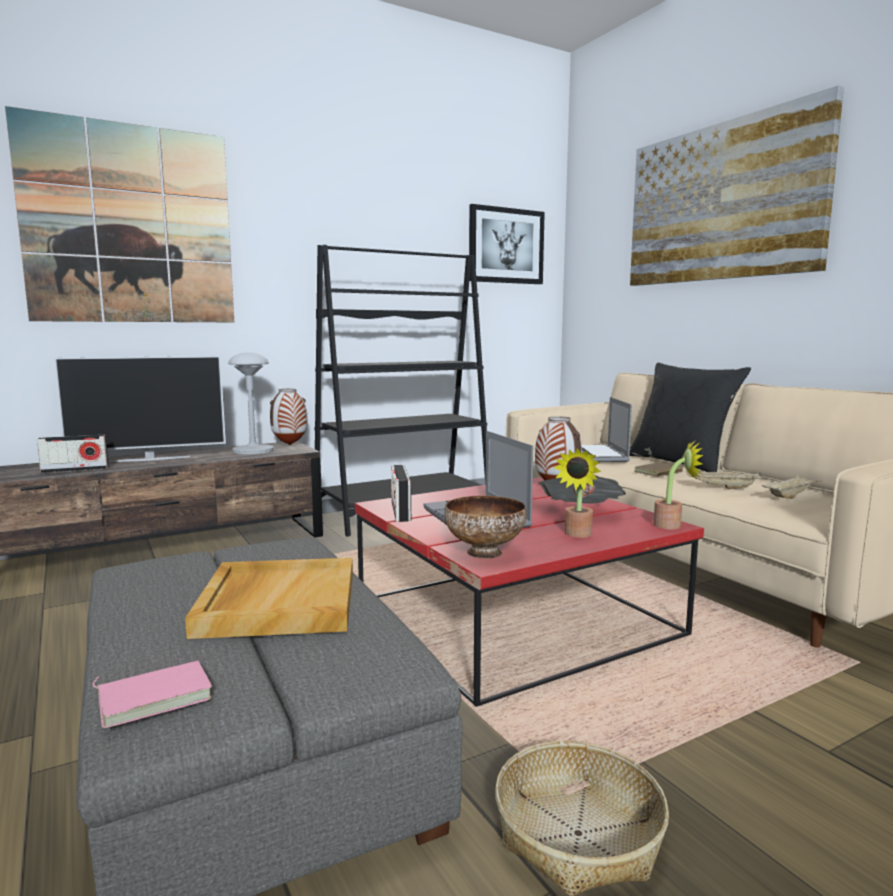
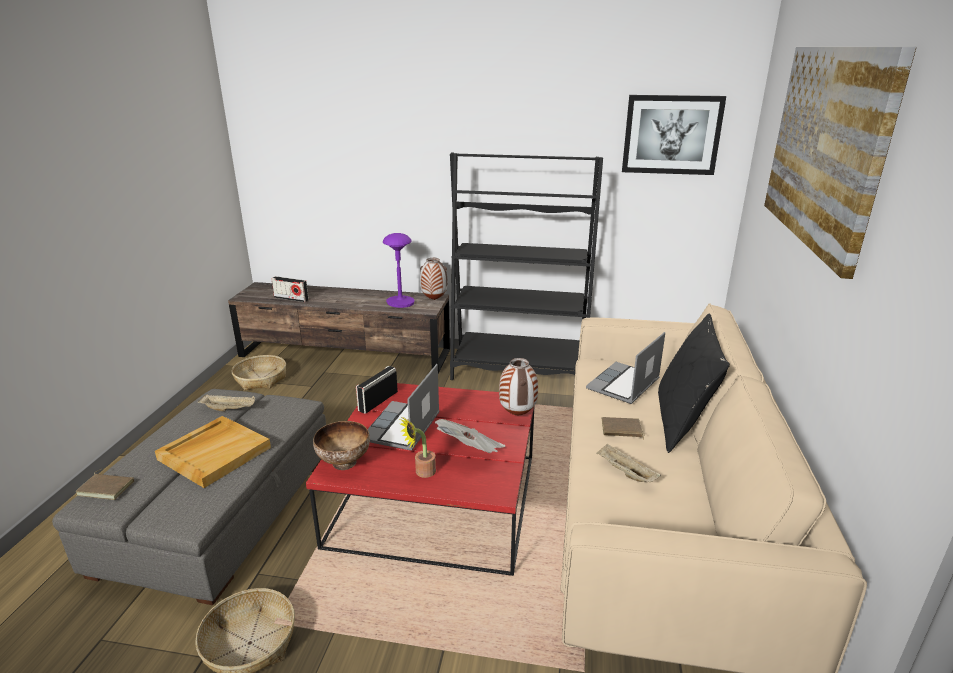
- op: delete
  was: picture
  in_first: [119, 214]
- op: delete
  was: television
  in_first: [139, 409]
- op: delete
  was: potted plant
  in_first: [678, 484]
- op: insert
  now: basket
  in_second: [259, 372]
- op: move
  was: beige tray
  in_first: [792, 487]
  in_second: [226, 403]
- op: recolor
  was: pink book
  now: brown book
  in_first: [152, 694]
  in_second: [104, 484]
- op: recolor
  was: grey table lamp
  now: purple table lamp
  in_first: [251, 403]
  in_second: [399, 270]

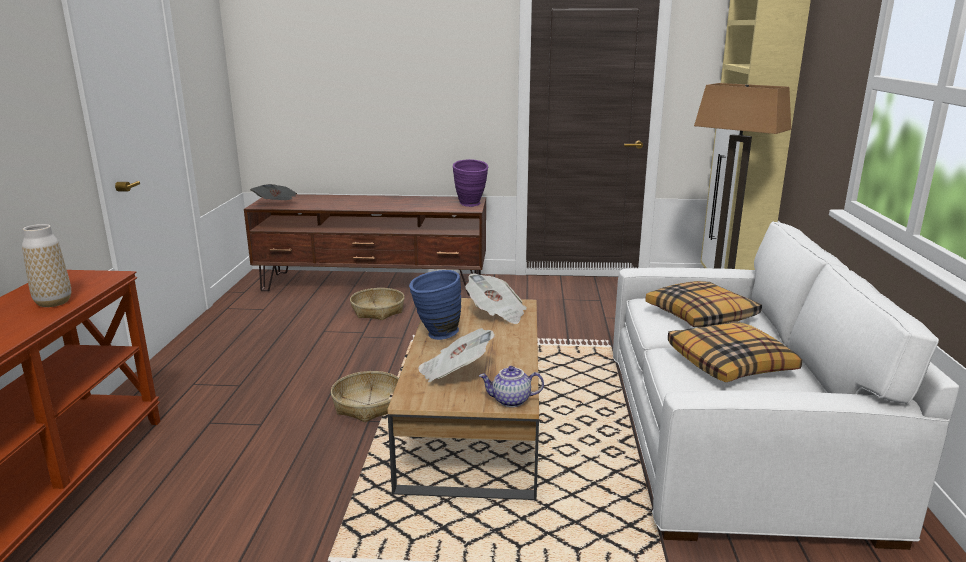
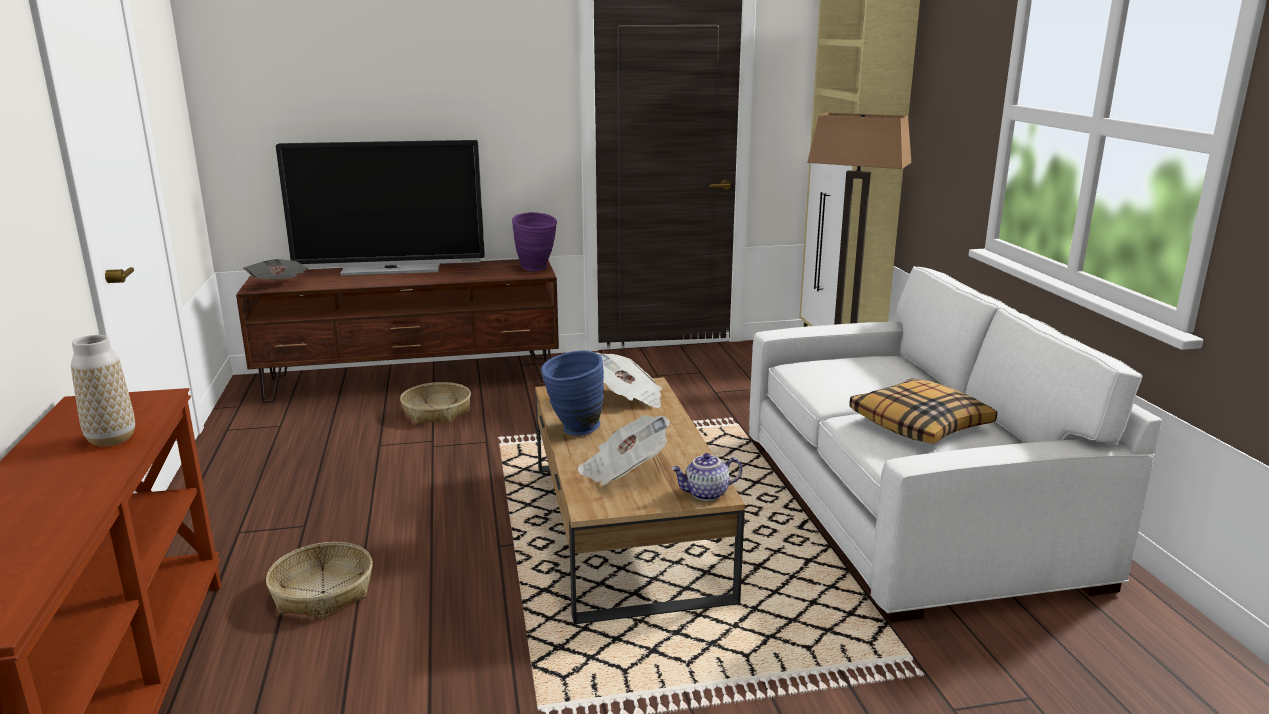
- op: delete
  was: pillow
  in_first: [704, 304]
- op: insert
  now: television
  in_second: [380, 208]
- op: move
  was: basket
  in_first: [365, 396]
  in_second: [319, 580]

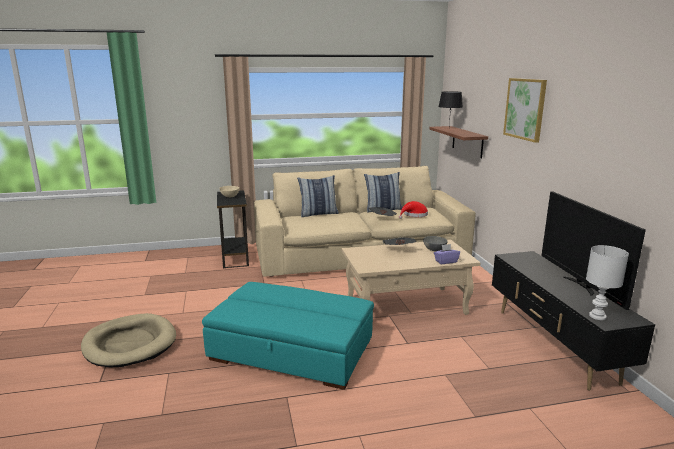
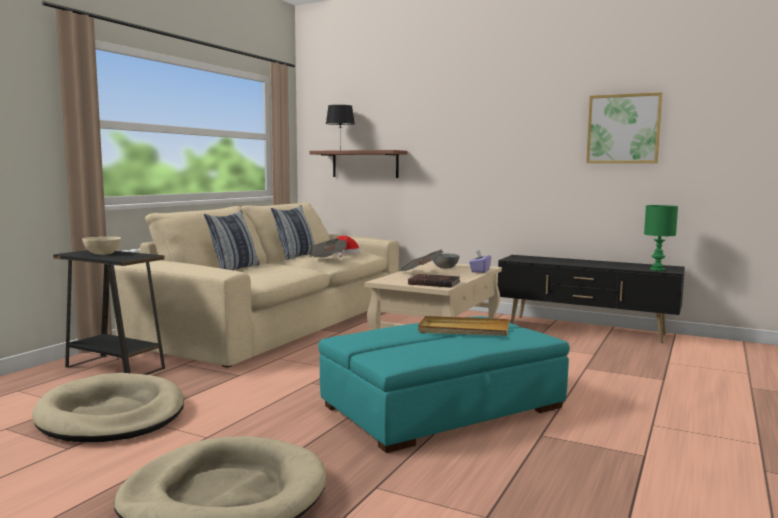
- op: delete
  was: television
  in_first: [593, 250]
- op: insert
  now: beige dog bed
  in_second: [108, 407]
- op: insert
  now: brown book
  in_second: [434, 281]
- op: insert
  now: beige tray
  in_second: [463, 326]
- op: move
  was: picture
  in_first: [525, 110]
  in_second: [624, 127]
- op: recolor
  was: white table lamp
  now: green table lamp
  in_first: [607, 282]
  in_second: [661, 238]

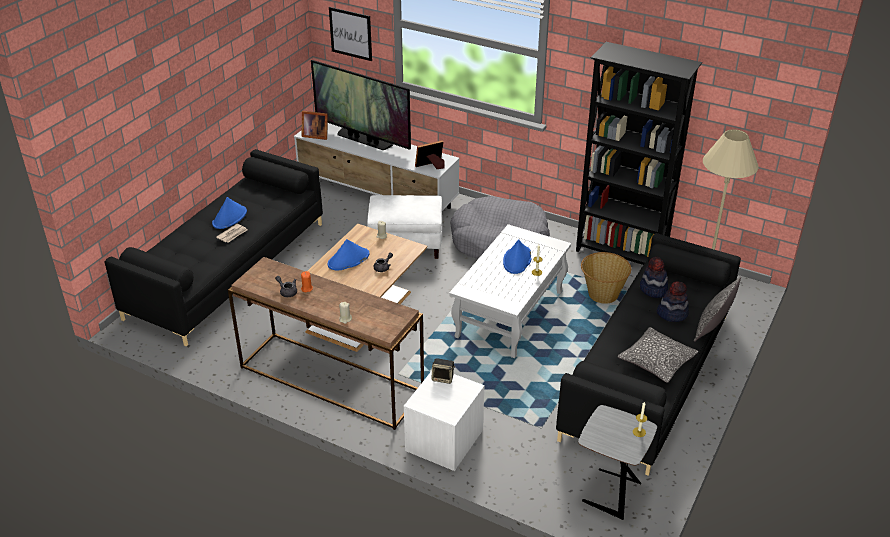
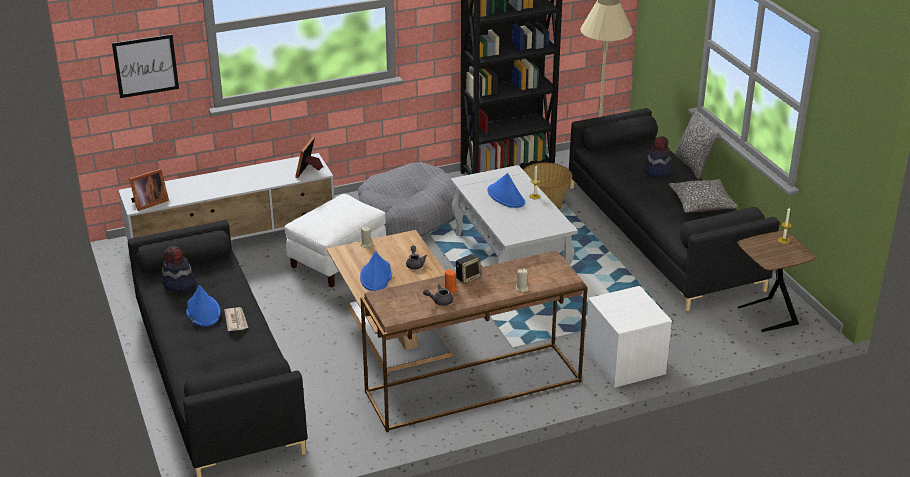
- op: delete
  was: television
  in_first: [361, 105]
- op: move
  was: speaker
  in_first: [443, 371]
  in_second: [468, 269]
- op: move
  was: hat
  in_first: [654, 277]
  in_second: [178, 268]
- op: recolor
  was: grey side table
  now: brown side table
  in_first: [617, 462]
  in_second: [776, 281]

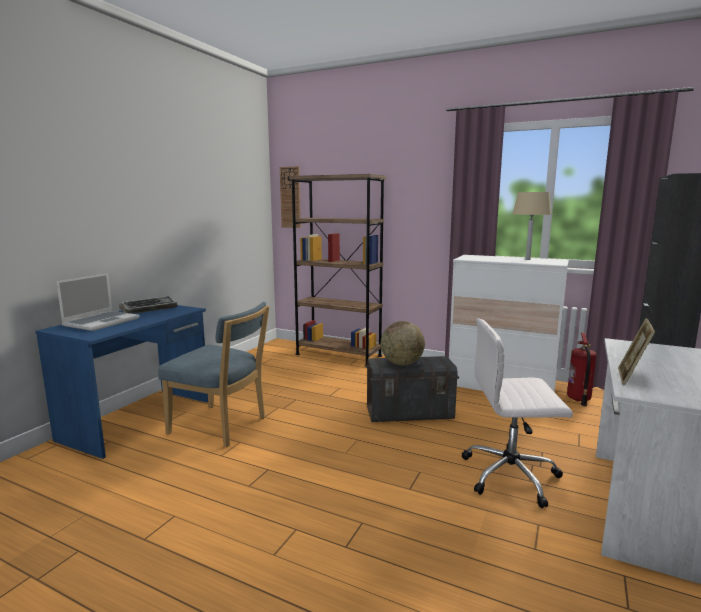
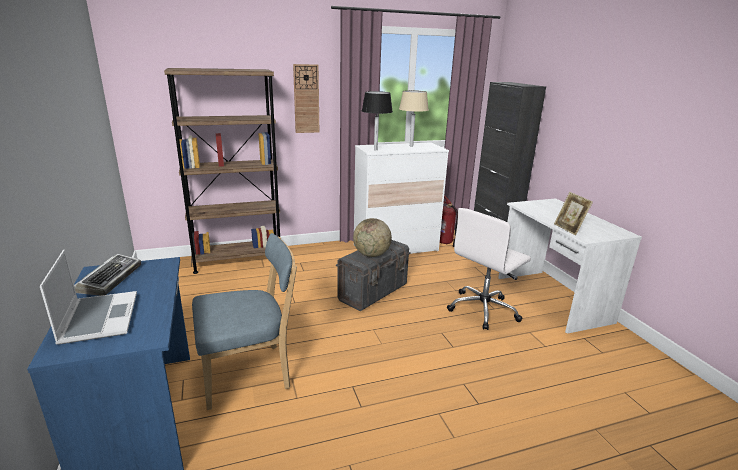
- op: insert
  now: black table lamp
  in_second: [377, 120]
- op: move
  was: wall clock
  in_first: [290, 197]
  in_second: [306, 98]

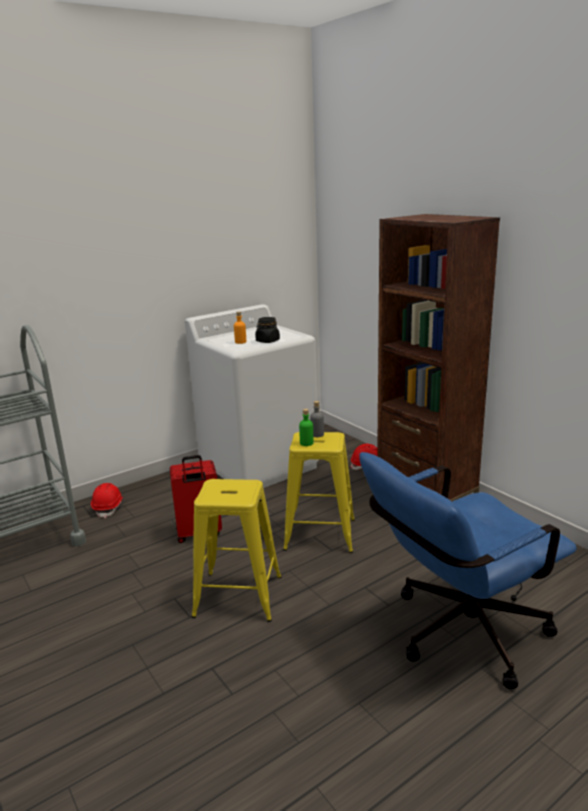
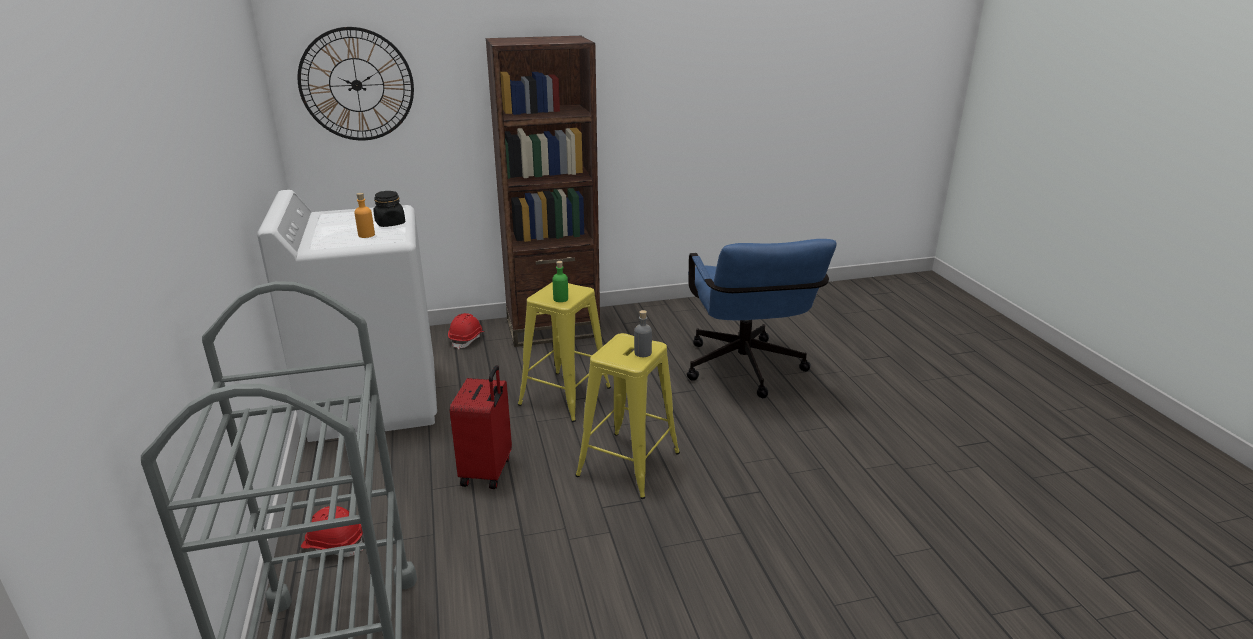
- op: insert
  now: wall clock
  in_second: [355, 83]
- op: move
  was: grey bottle
  in_first: [317, 419]
  in_second: [643, 333]

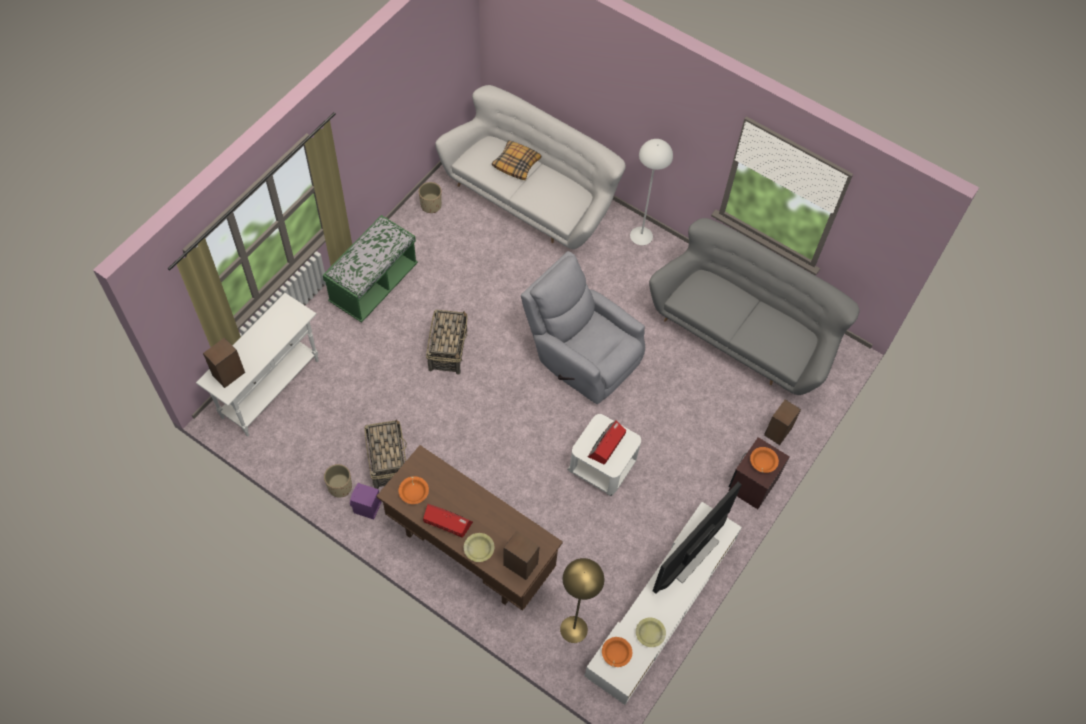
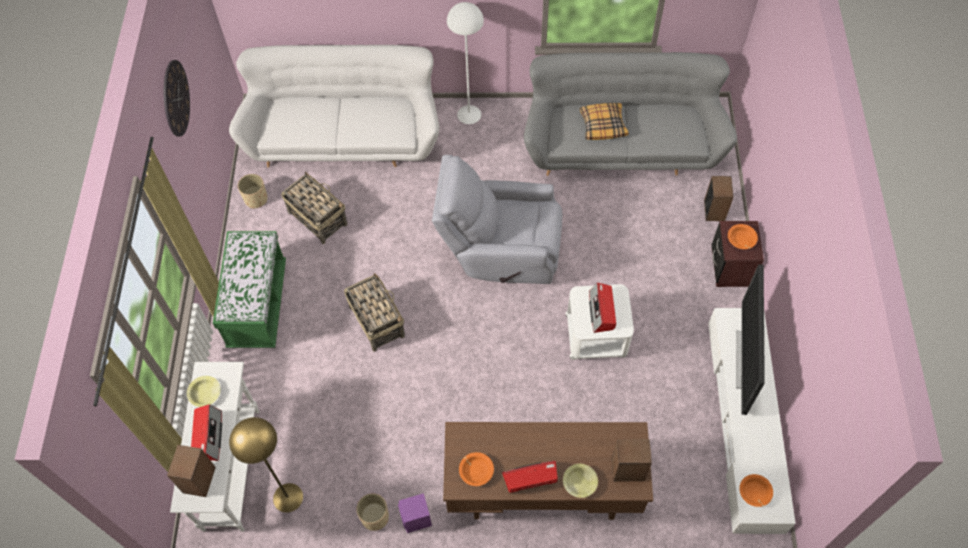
- op: insert
  now: wall clock
  in_second: [177, 98]
- op: insert
  now: radio
  in_second: [206, 432]
- op: move
  was: basket
  in_first: [386, 454]
  in_second: [314, 207]
- op: move
  was: pillow
  in_first: [516, 160]
  in_second: [604, 121]
- op: move
  was: yellow floor lamp
  in_first: [582, 600]
  in_second: [266, 465]
- op: move
  was: yellow bowl
  in_first: [651, 632]
  in_second: [204, 391]

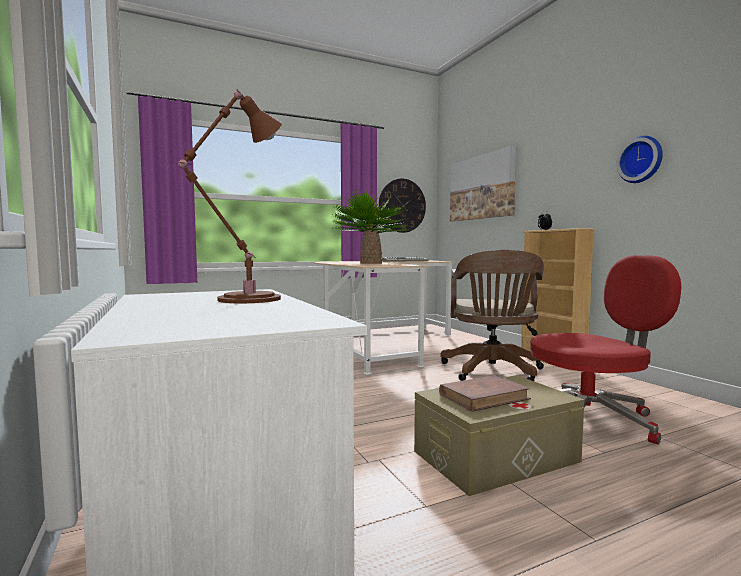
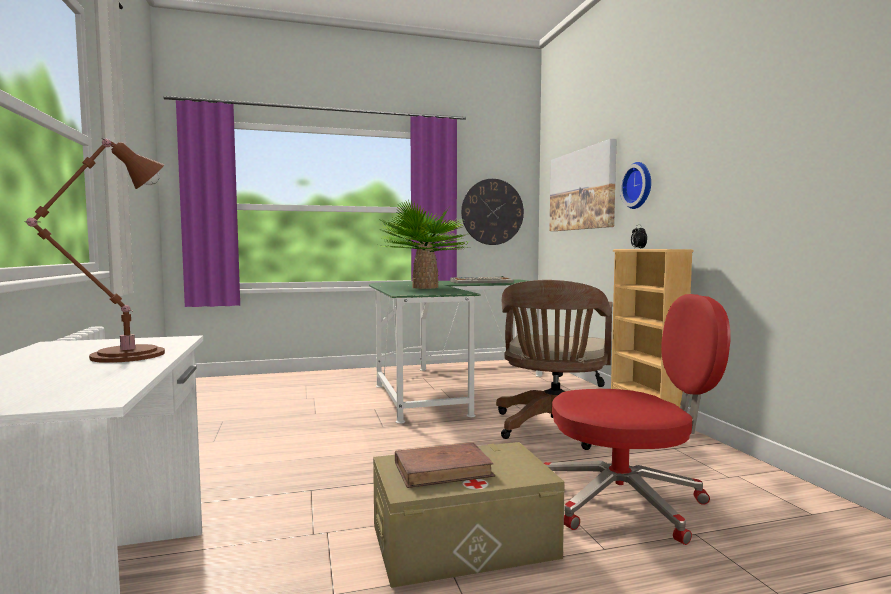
- op: move
  was: wall clock
  in_first: [639, 159]
  in_second: [635, 185]
- op: recolor
  was: beige desk
  now: green desk
  in_first: [384, 317]
  in_second: [456, 352]

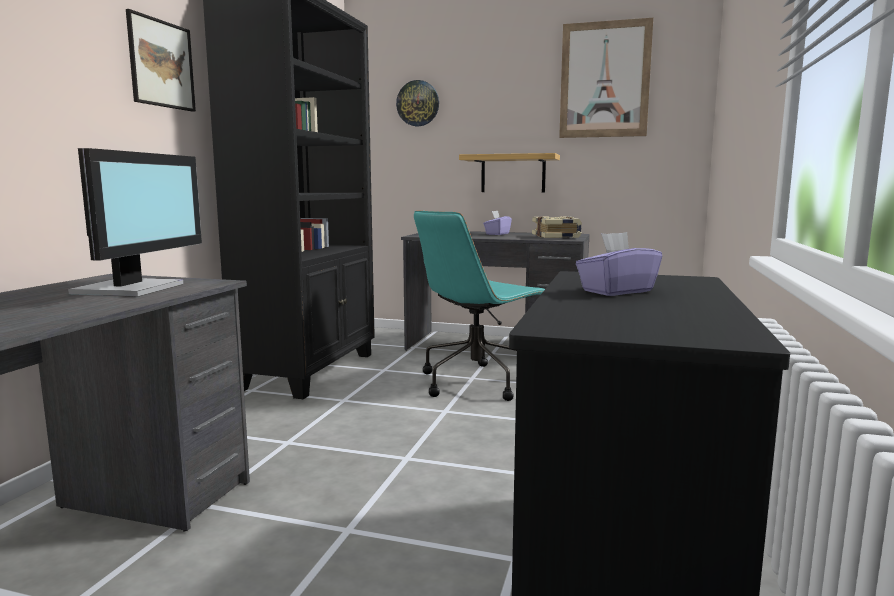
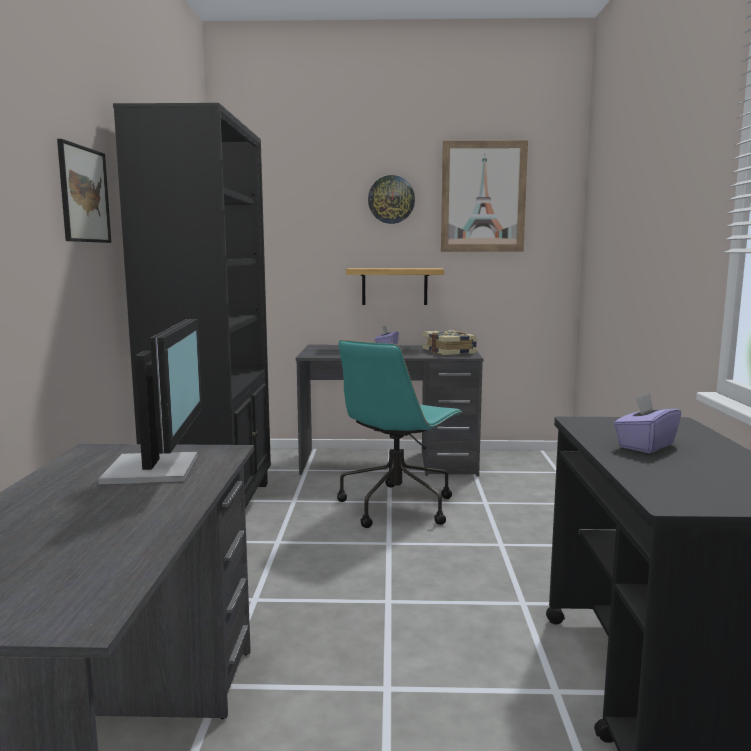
- op: move
  was: wall clock
  in_first: [417, 103]
  in_second: [391, 199]

